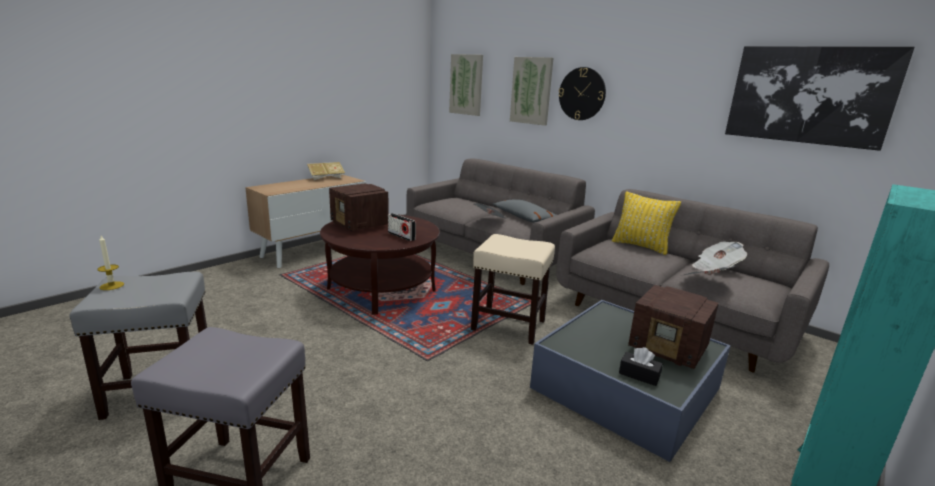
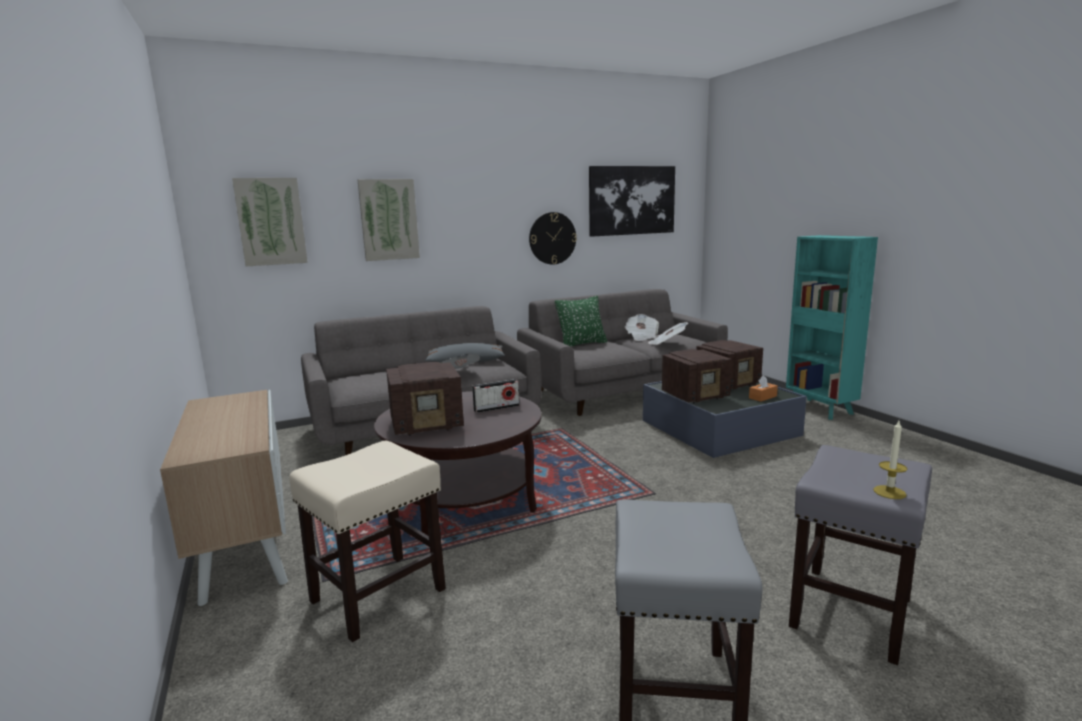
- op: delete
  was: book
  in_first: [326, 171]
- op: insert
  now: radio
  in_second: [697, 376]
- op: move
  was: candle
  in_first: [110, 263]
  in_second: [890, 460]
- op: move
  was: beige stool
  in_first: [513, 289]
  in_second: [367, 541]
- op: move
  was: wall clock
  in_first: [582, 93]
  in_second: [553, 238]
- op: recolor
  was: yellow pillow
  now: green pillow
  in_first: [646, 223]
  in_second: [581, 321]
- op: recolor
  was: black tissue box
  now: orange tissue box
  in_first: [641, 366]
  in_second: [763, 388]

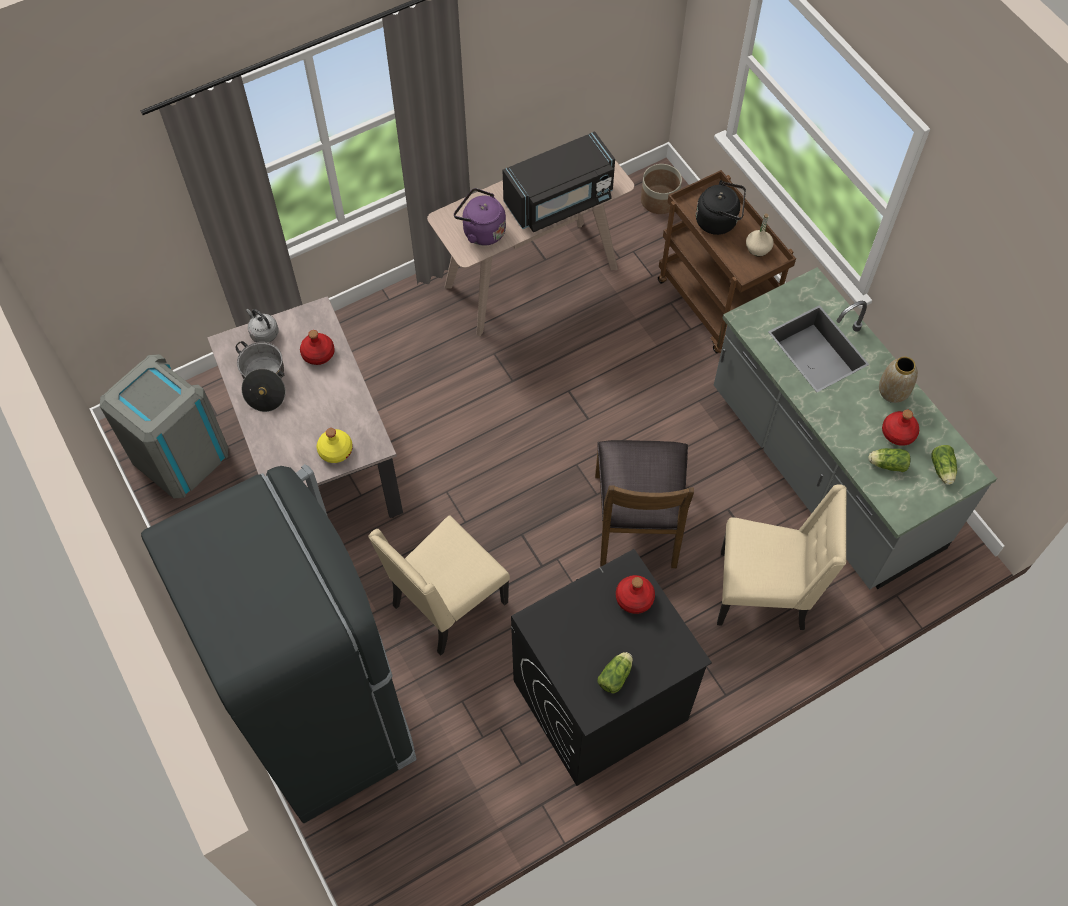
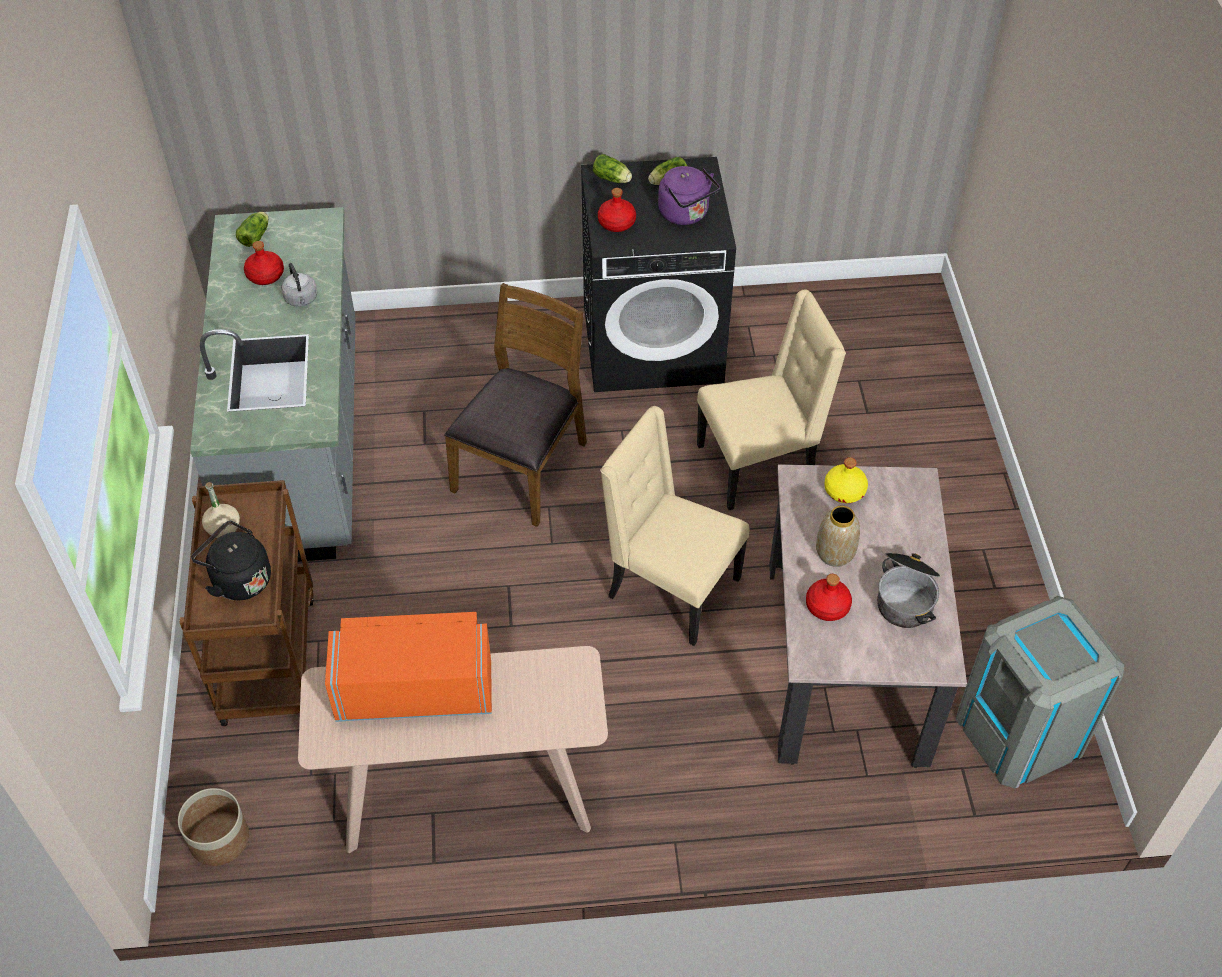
- op: delete
  was: black fridge
  in_first: [278, 643]
- op: move
  was: grey kettle
  in_first: [262, 326]
  in_second: [299, 285]
- op: move
  was: purple kettle
  in_first: [480, 217]
  in_second: [689, 195]
- op: move
  was: beige chair
  in_first: [781, 557]
  in_second: [674, 526]
- op: move
  was: lettuce
  in_first: [890, 460]
  in_second: [612, 168]
- op: move
  was: vase
  in_first: [898, 380]
  in_second: [838, 536]
- op: recolor
  was: black microwave
  now: orange microwave
  in_first: [559, 181]
  in_second: [408, 667]

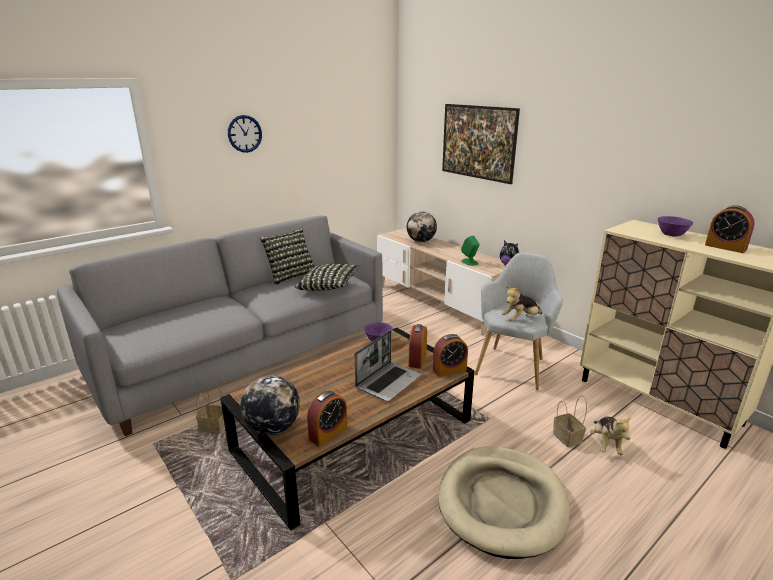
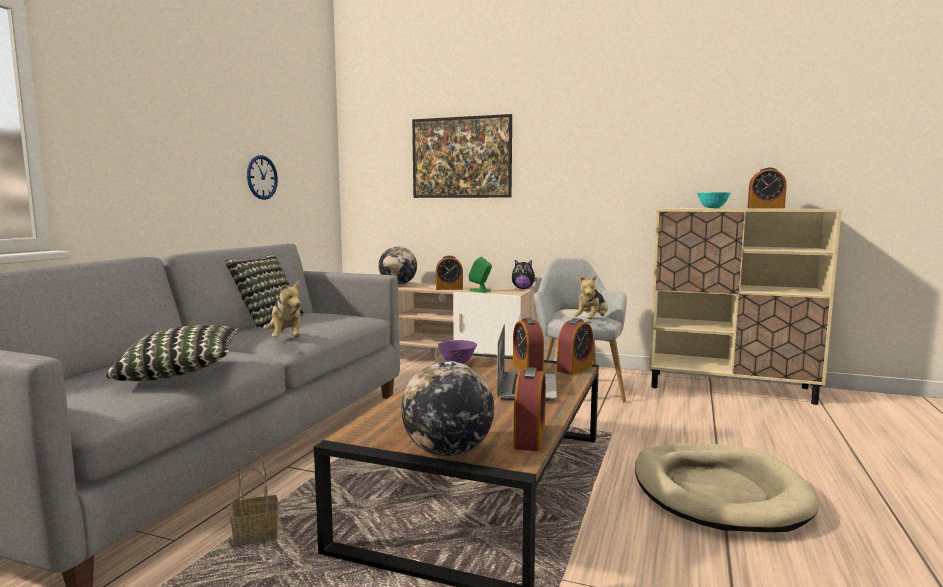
- op: delete
  was: basket
  in_first: [570, 421]
- op: insert
  now: alarm clock
  in_second: [449, 272]
- op: move
  was: wall clock
  in_first: [245, 134]
  in_second: [262, 177]
- op: move
  was: pillow
  in_first: [327, 277]
  in_second: [172, 353]
- op: move
  was: plush toy
  in_first: [610, 435]
  in_second: [282, 309]
- op: recolor
  was: purple bowl
  now: turquoise bowl
  in_first: [675, 226]
  in_second: [713, 200]

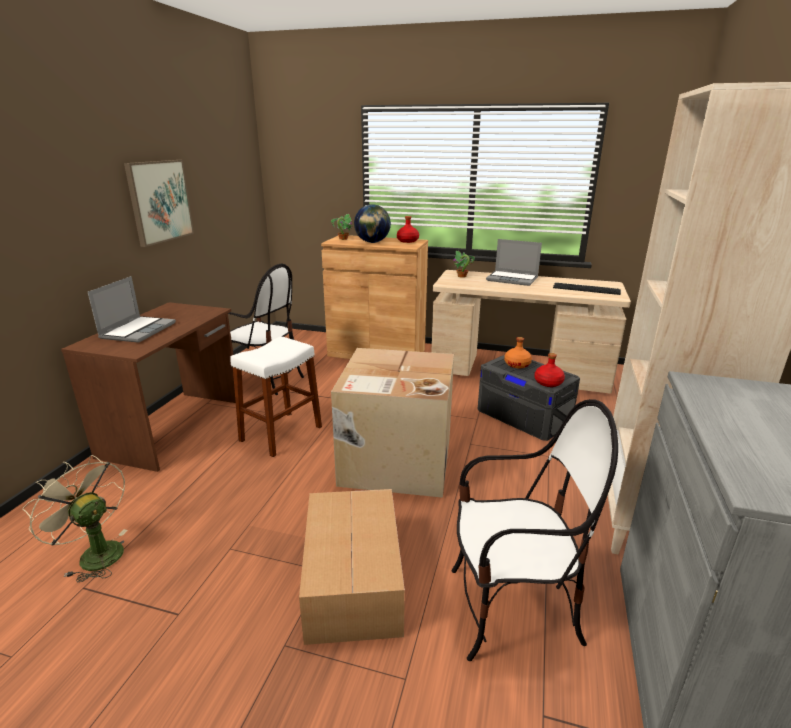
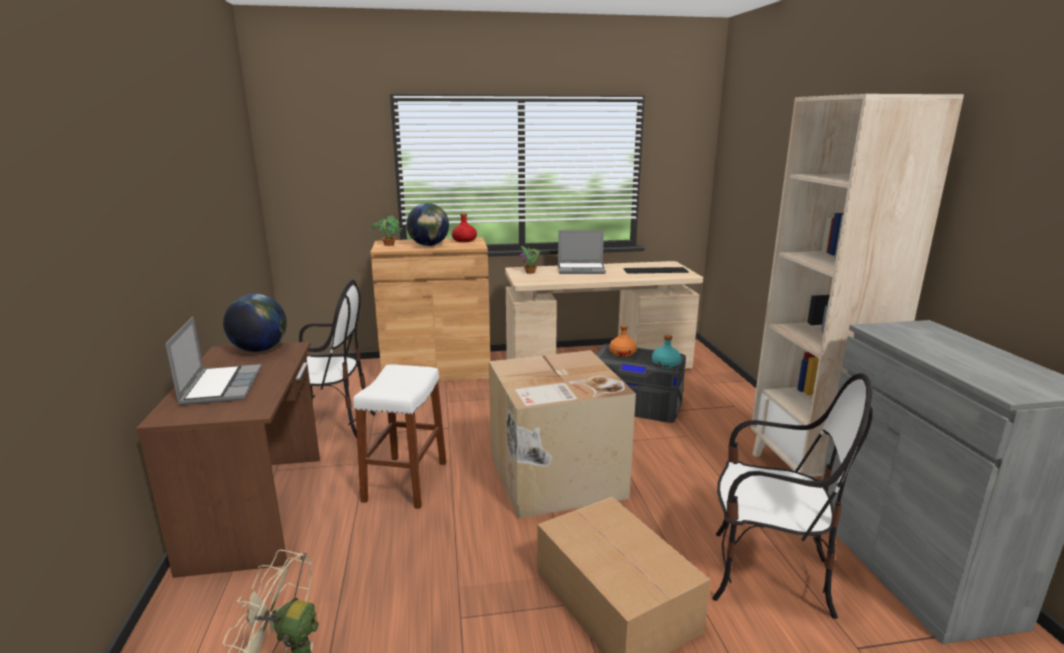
- op: delete
  was: picture
  in_first: [159, 203]
- op: insert
  now: globe
  in_second: [255, 323]
- op: recolor
  was: red bottle
  now: turquoise bottle
  in_first: [549, 370]
  in_second: [666, 352]
- op: rotate
  was: chair
  in_first: [535, 530]
  in_second: [792, 496]
  clockwise: 45

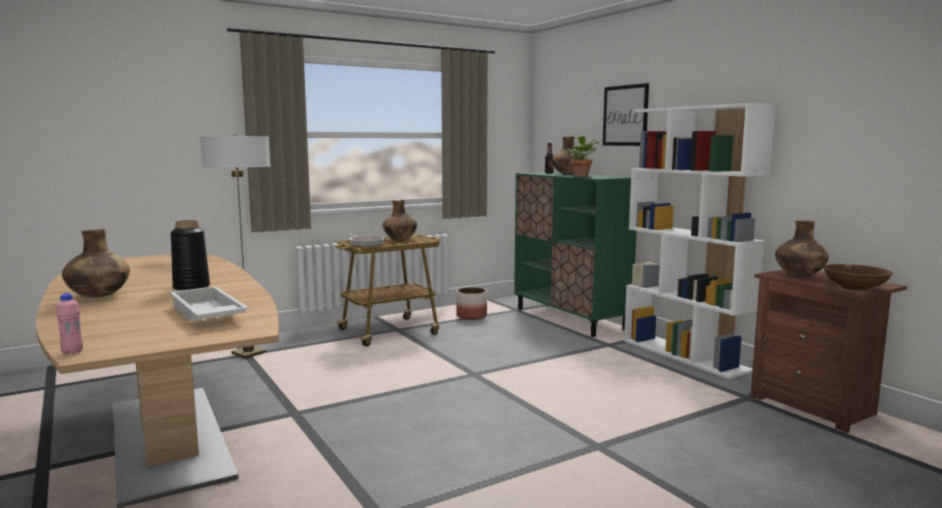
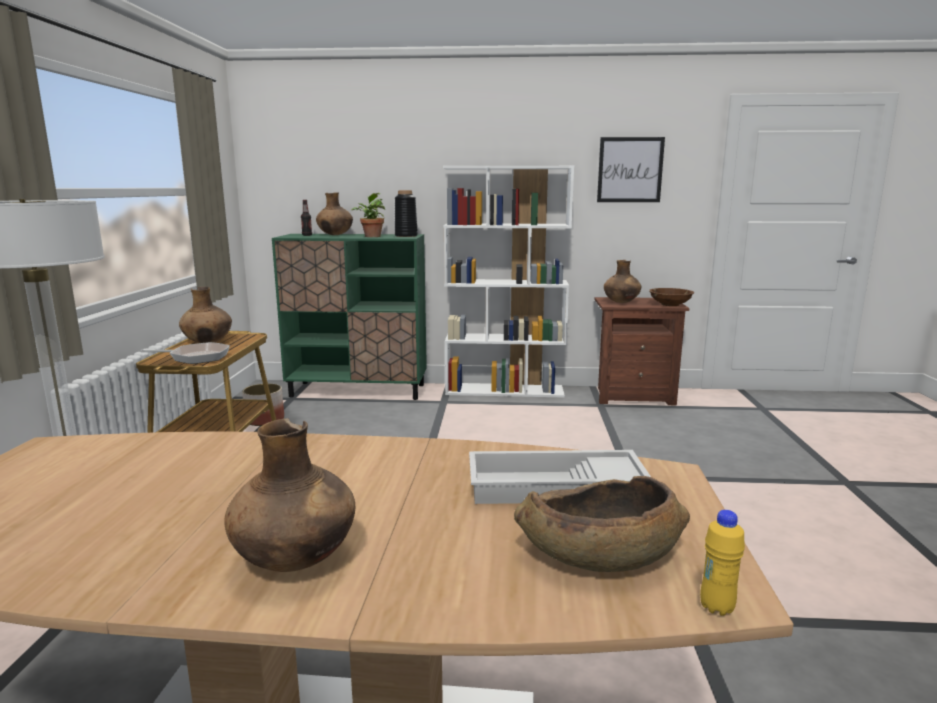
- op: insert
  now: brown bowl
  in_second: [602, 524]
- op: move
  was: black vase
  in_first: [190, 255]
  in_second: [406, 213]
- op: move
  was: picture
  in_first: [626, 114]
  in_second: [631, 169]
- op: recolor
  was: pink bottle
  now: yellow bottle
  in_first: [69, 324]
  in_second: [722, 563]

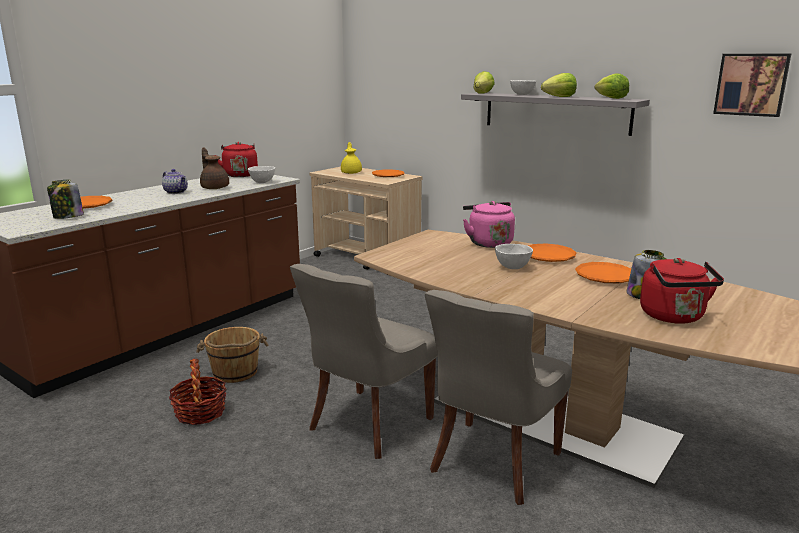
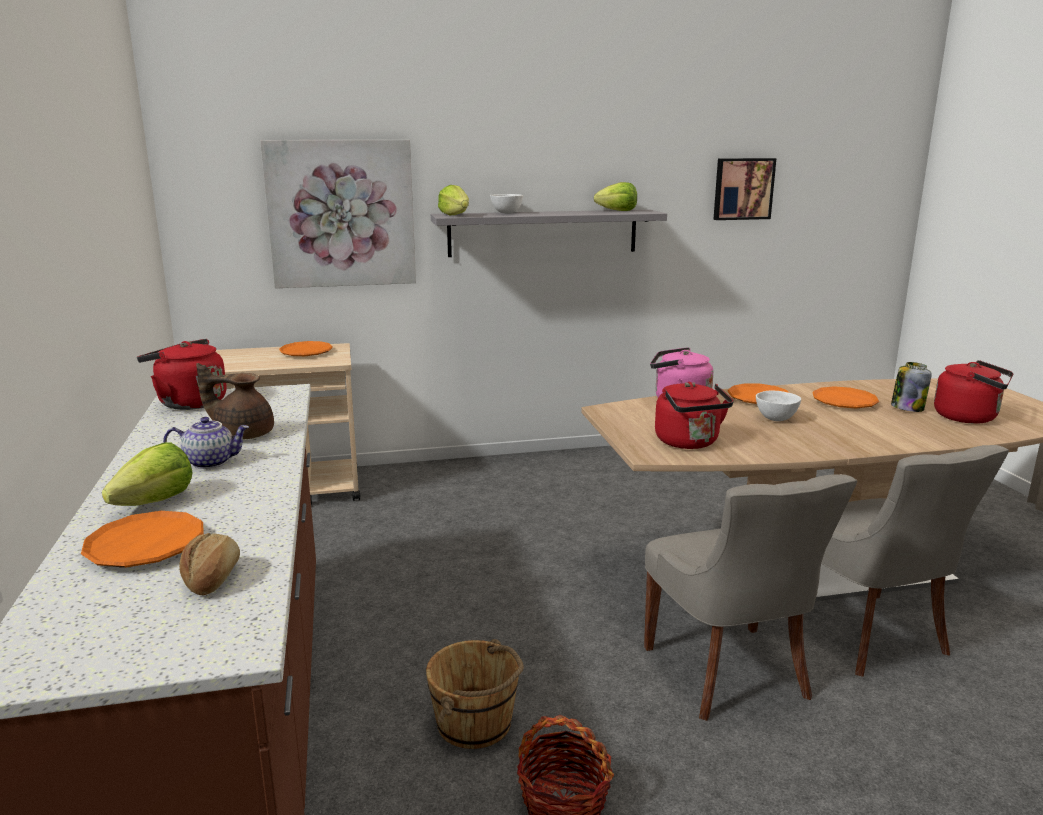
- op: delete
  was: white bowl
  in_first: [261, 174]
- op: delete
  was: yellow teapot
  in_first: [351, 158]
- op: insert
  now: picture
  in_second: [338, 214]
- op: insert
  now: red kettle
  in_second: [694, 415]
- op: move
  was: lettuce
  in_first: [559, 85]
  in_second: [147, 474]
- op: replace
  was: jar
  now: bread
  in_first: [65, 199]
  in_second: [209, 564]

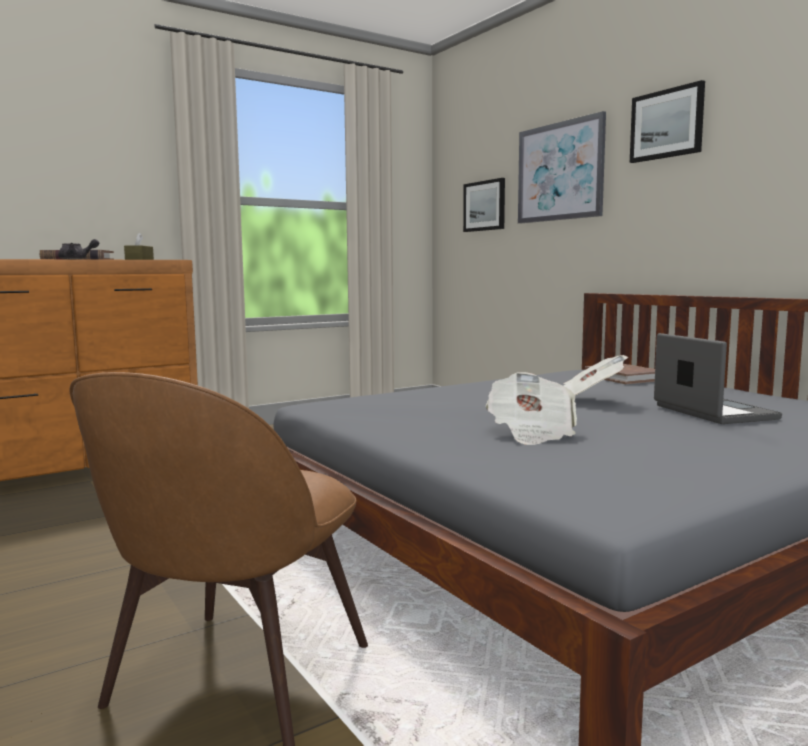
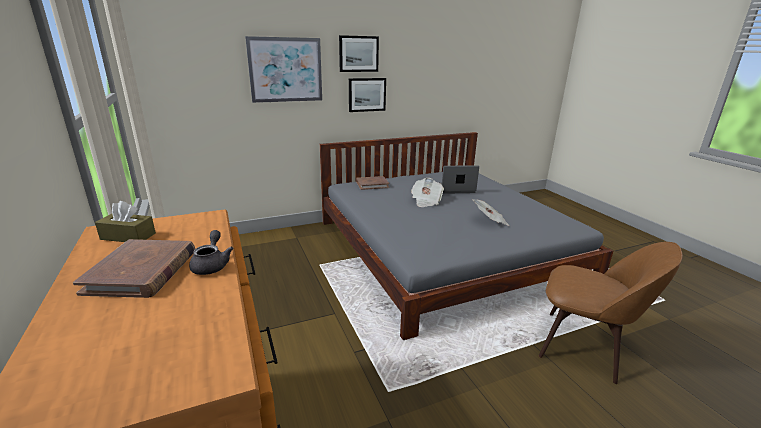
- op: move
  was: picture
  in_first: [484, 205]
  in_second: [367, 95]

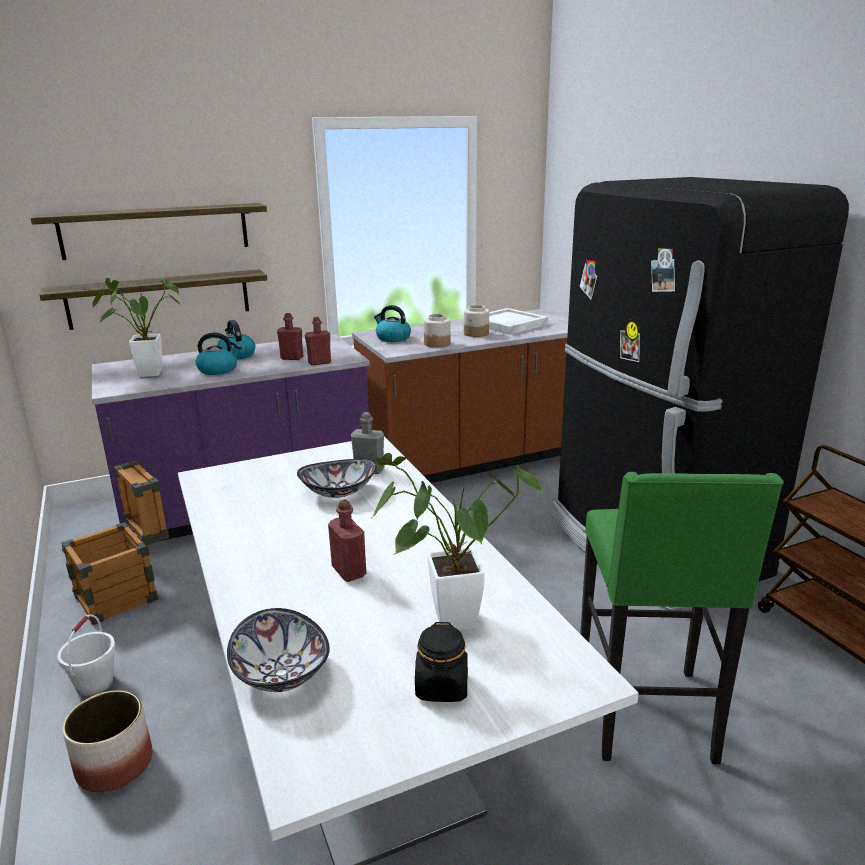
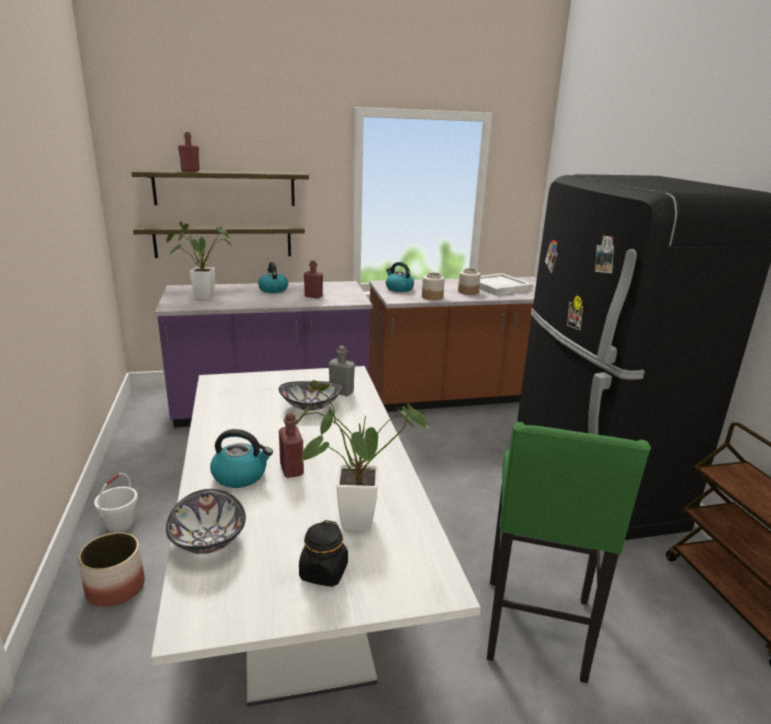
- op: delete
  was: crate
  in_first: [115, 543]
- op: move
  was: kettle
  in_first: [219, 354]
  in_second: [241, 458]
- op: move
  was: red bottle
  in_first: [318, 341]
  in_second: [189, 152]

